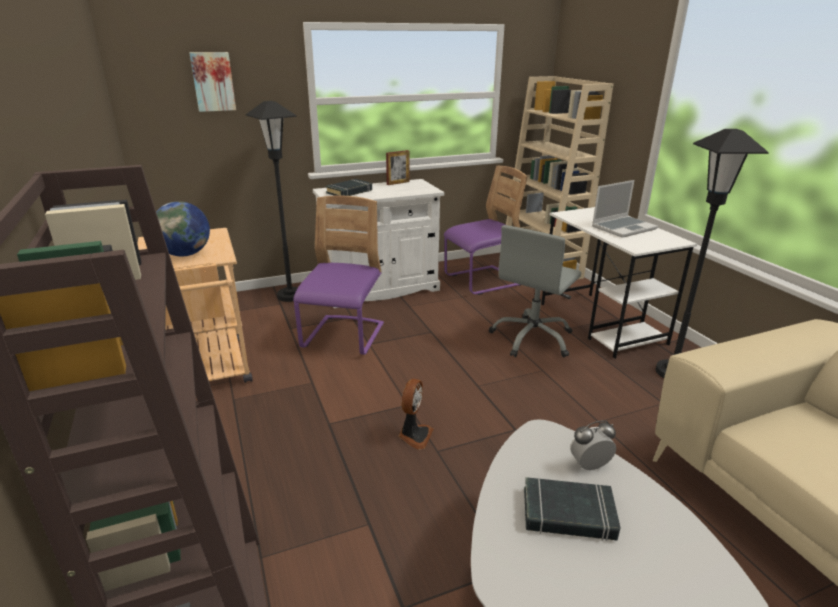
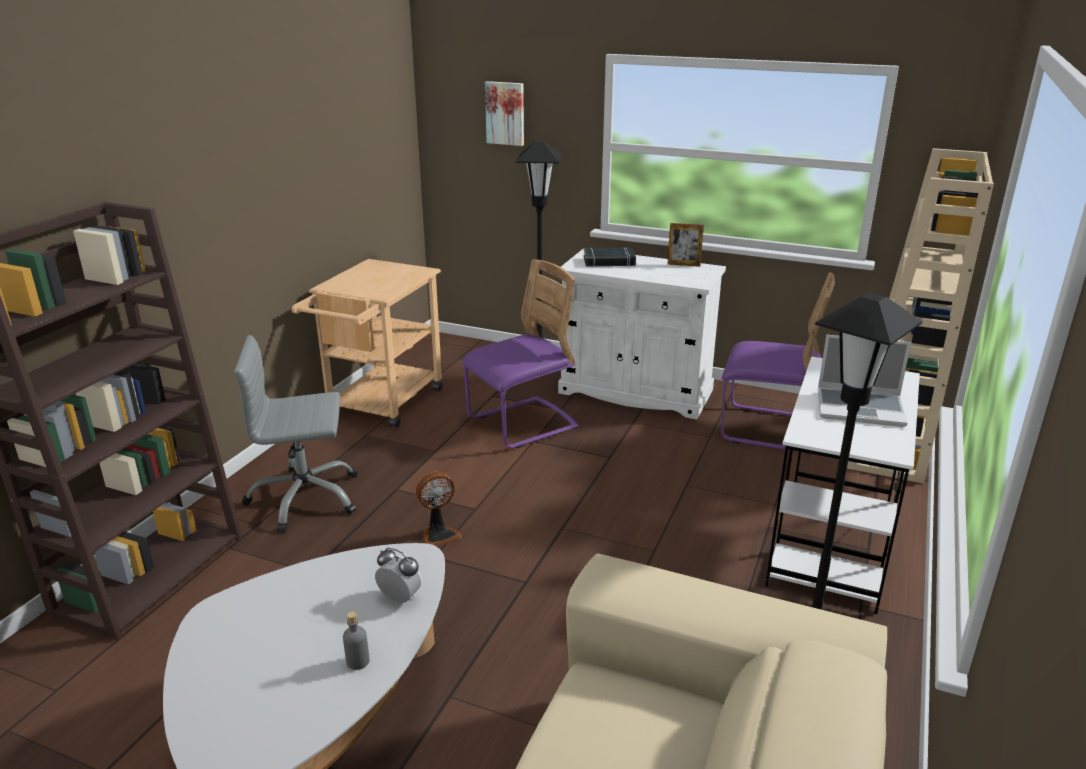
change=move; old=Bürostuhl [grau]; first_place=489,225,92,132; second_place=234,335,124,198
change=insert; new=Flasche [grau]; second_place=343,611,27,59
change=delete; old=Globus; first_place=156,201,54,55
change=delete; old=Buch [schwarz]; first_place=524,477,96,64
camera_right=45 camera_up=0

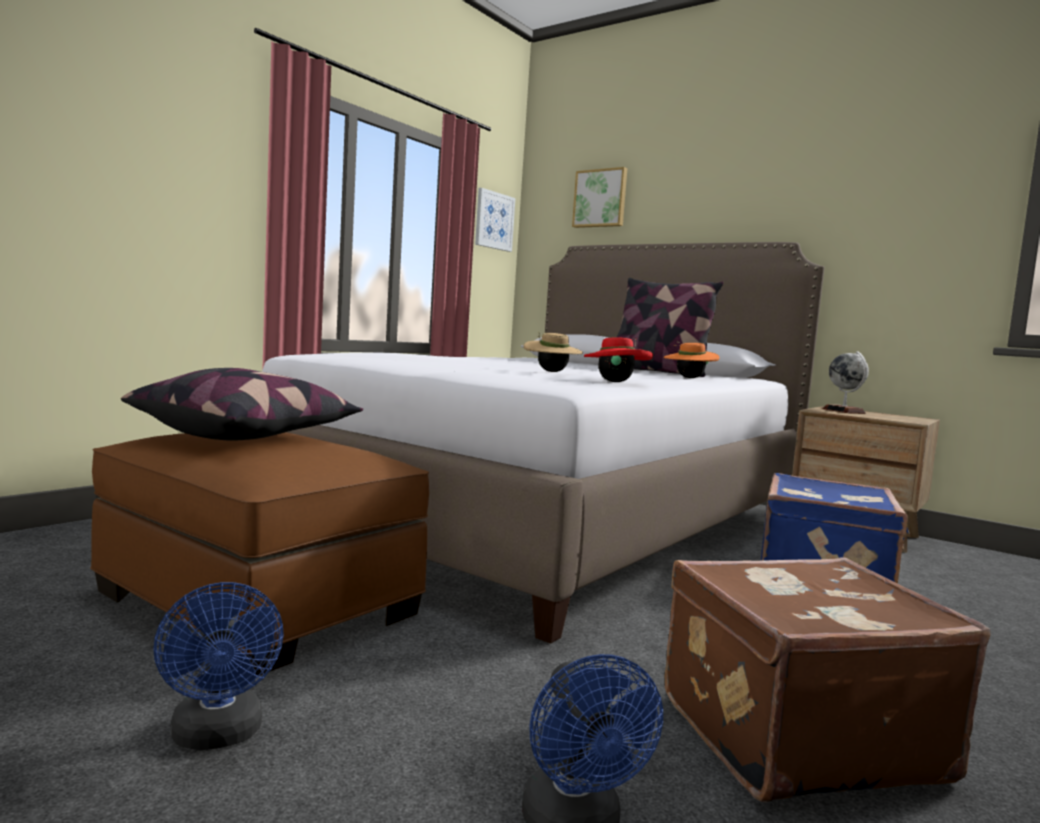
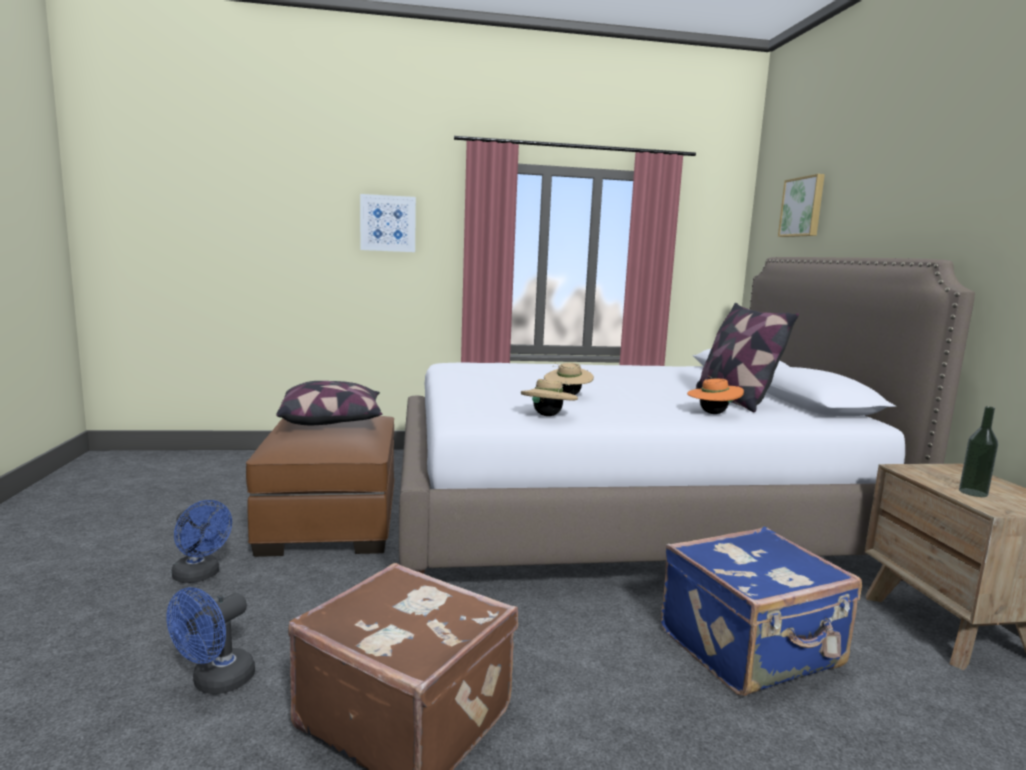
change=rotate; old=Ventilator [blau]; first_place=153,582,131,168; second_place=171,500,61,83; degrees=-75
change=move; old=Bild; first_place=475,188,40,64; second_place=360,194,56,58
change=recolor; old=Hut [rot]; new=Hut [beige]; first_place=584,337,69,45; second_place=521,379,57,37
change=insert; new=Flasche; second_place=959,406,39,91
change=delete; old=Globus; first_place=823,351,46,63
camera_right=45 camera_up=5

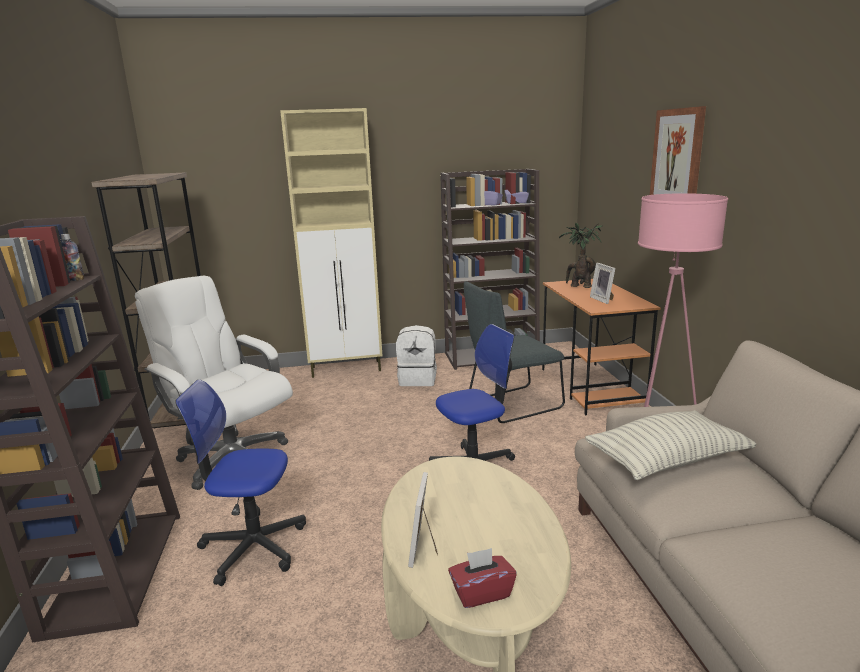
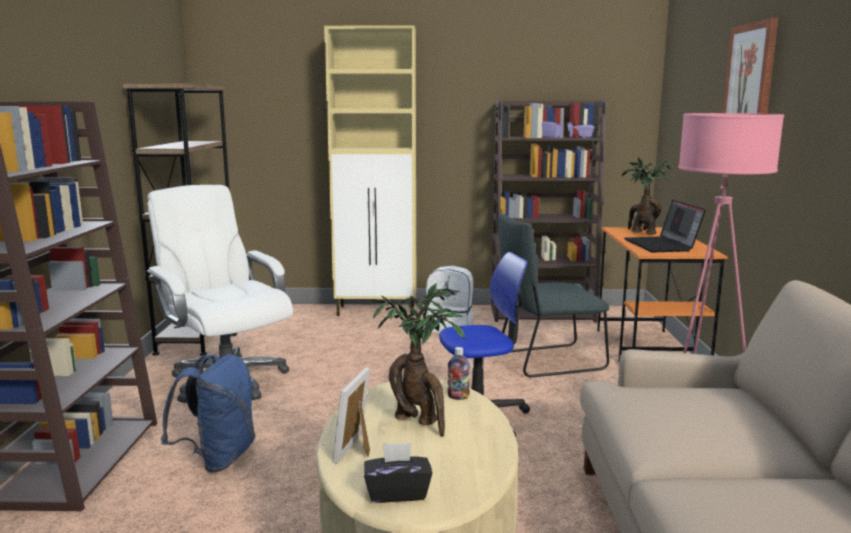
change=replace; old=Bürostuhl; new=Rucksack [blau]; first_place=175,380,131,206; second_place=161,354,94,119
change=recolor; old=Taschentuchbox [rot]; new=Taschentuchbox [schwarz]; first_place=448,548,69,60; second_place=364,443,69,60
change=insert; new=Topfpflanze; second_place=372,283,93,154
change=move; old=Flasche; first_place=61,234,24,47; second_place=447,347,23,53
change=replace; old=Bilderrahmen; new=Laptop; first_place=590,263,25,41; second_place=624,200,82,52
change=delete; old=Kissen; first_place=585,410,171,70
camera_right=10 camera_up=-5

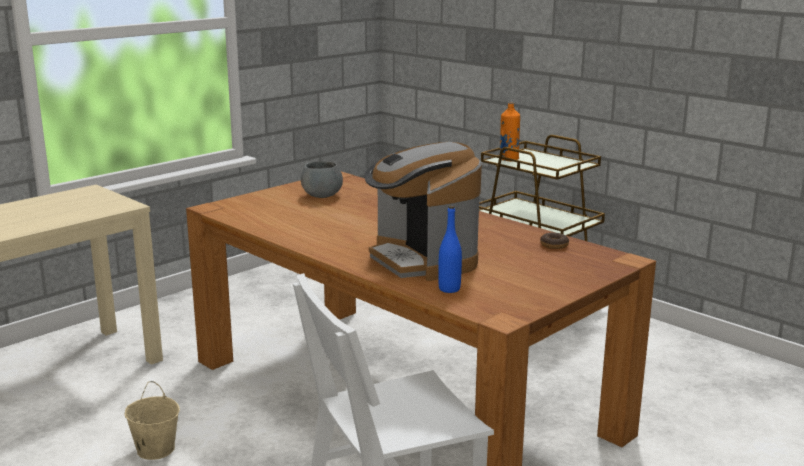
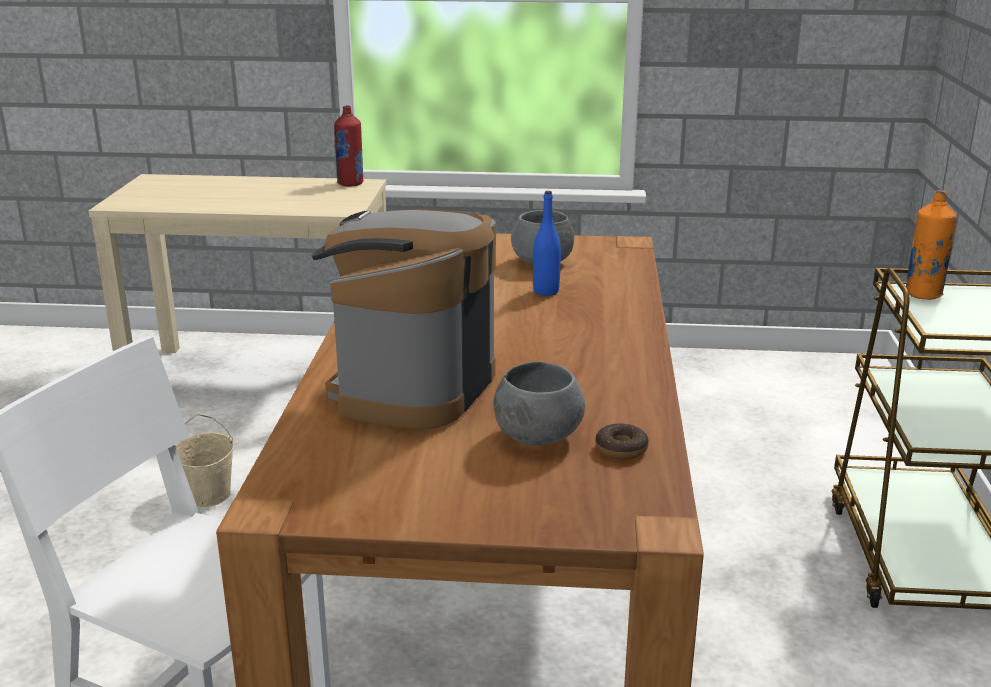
change=insert; new=Flasche [rot]; second_place=334,105,29,82
change=insert; new=Schüssel [grau]; second_place=494,361,91,85
change=move; old=Flasche [blau]; first_place=438,206,24,87; second_place=533,191,28,105
camera_right=50 camera_up=5

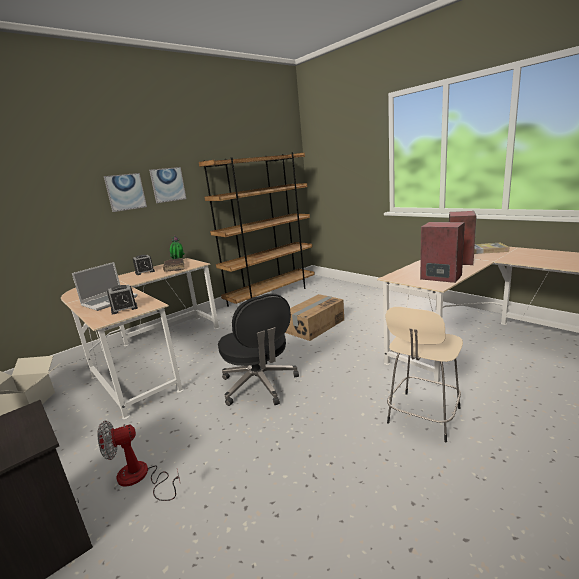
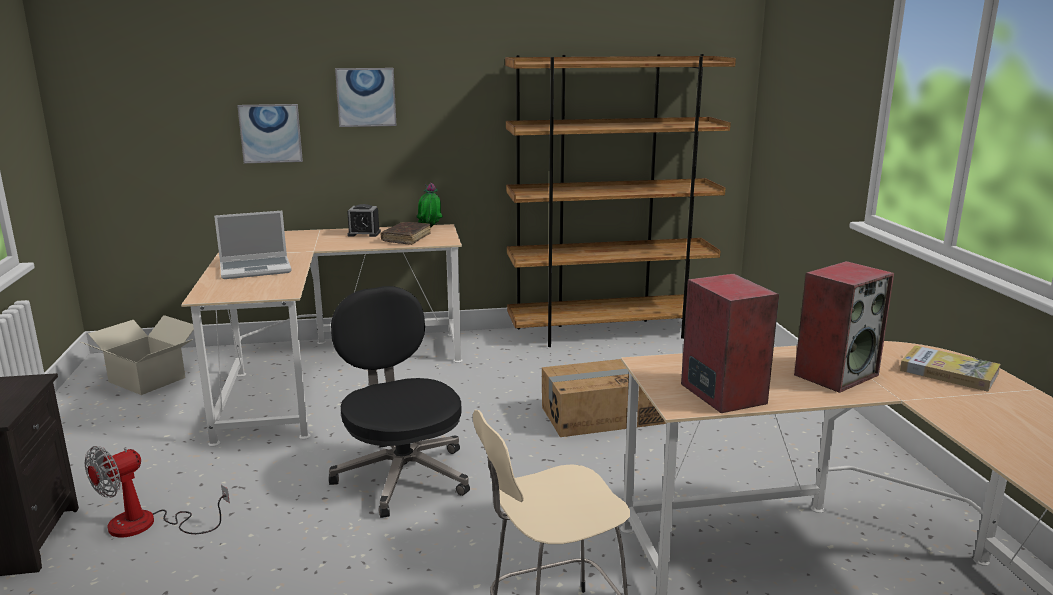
change=rotate; old=Ventilator; first_place=97,421,84,80; second_place=85,446,145,91; degrees=-60
change=move; old=Bild; first_place=149,167,37,36; second_place=237,104,66,59
change=rotate; old=Bürostuhl [schwarz]; first_place=218,293,81,113; second_place=329,286,141,232; degrees=150
change=delete; old=Wecker; first_place=107,285,31,30
camera_right=30 camera_up=0

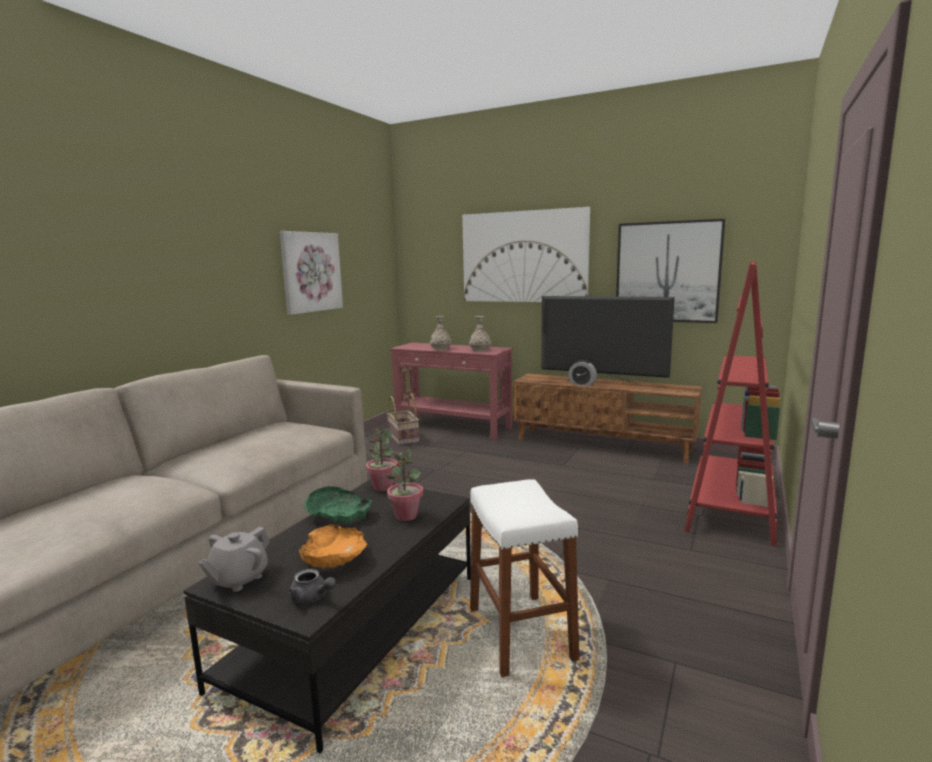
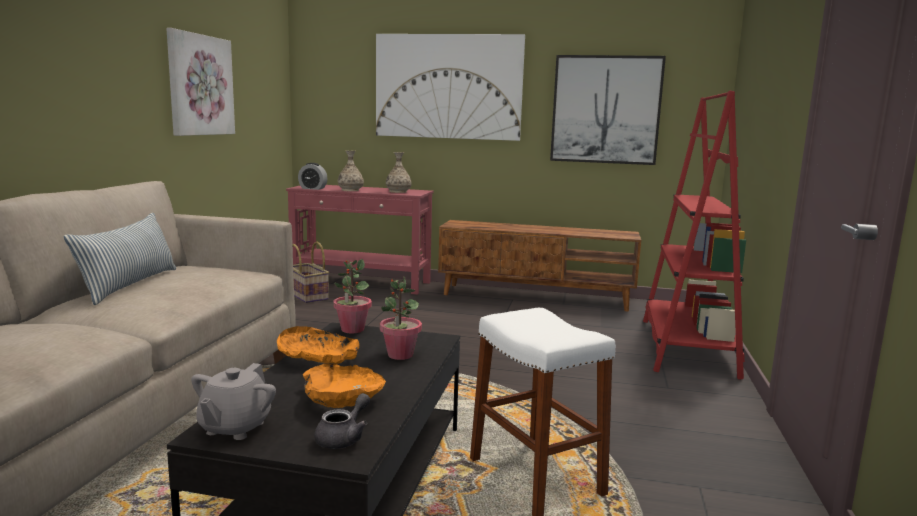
change=insert; new=Kissen; second_place=64,213,112,92
change=recolor; old=Schüssel [grün]; new=Schüssel [orange]; first_place=304,486,68,37; second_place=277,326,82,38
change=move; old=Wecker; first_place=569,360,28,26; second_place=298,163,30,27
change=rotate; old=Teekanne [grau]; first_place=289,569,47,34; second_place=314,393,56,56; degrees=-75
change=delete; old=Fernseher; first_place=541,296,134,90
camera_right=-15 camera_up=0

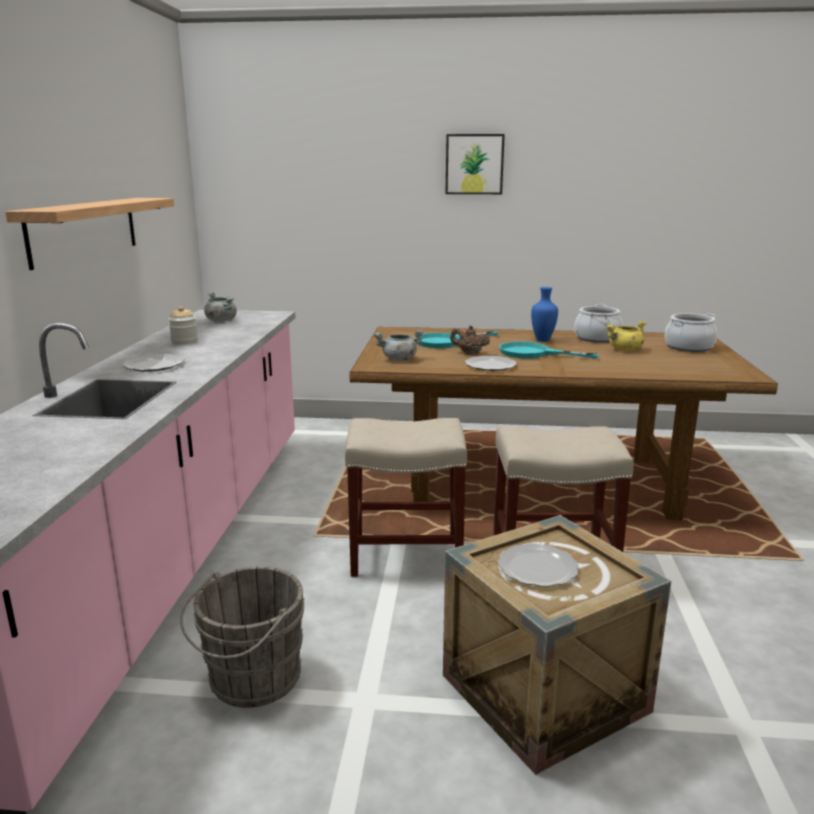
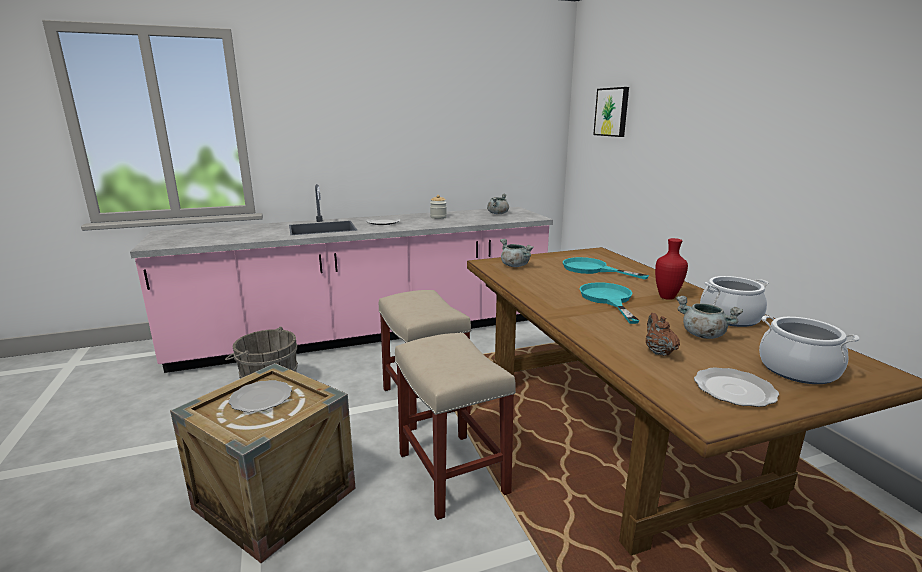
change=move; old=Bild; first_place=446,134,59,60; second_place=593,87,36,50
change=move; old=Teekanne [braun]; first_place=450,326,40,29; second_place=646,313,34,43
change=recolor; old=Vase [blau]; new=Vase [rot]; first_place=531,287,27,55; second_place=655,238,33,62
change=recolor; old=Kochtopf [gelb]; new=Kochtopf [grau]; first_place=606,321,40,30; second_place=676,296,67,43
change=move; old=Teller; first_place=465,356,52,15; second_place=694,367,85,40
change=delete; old=Wandregal; first_place=5,198,169,72
camera_right=65 camera_up=0

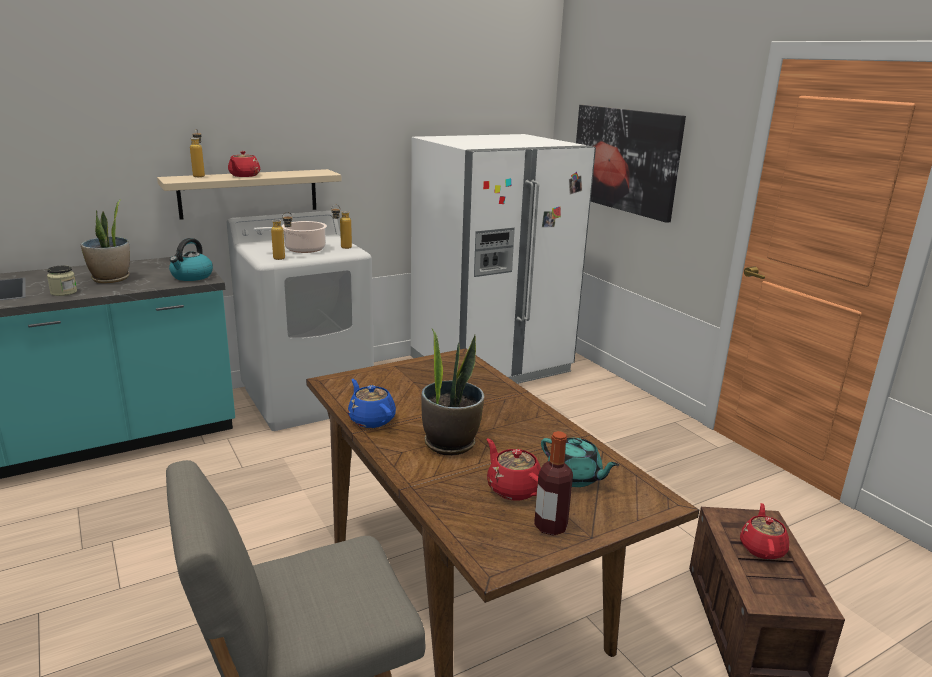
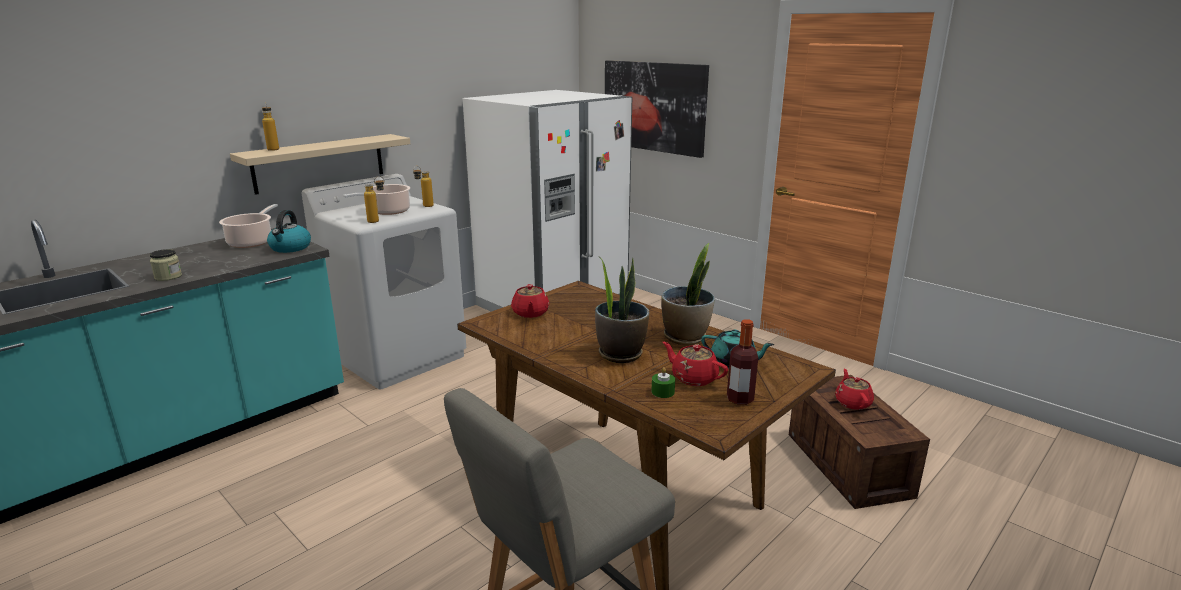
change=insert; new=Kochtopf; second_place=219,204,59,44
change=move; old=Teekanne [rot]; first_place=228,151,32,26; second_place=511,284,38,34
change=insert; new=Kerze [grün]; second_place=651,367,24,31
change=move; old=Topfpflanze; first_place=80,199,50,84; second_place=661,243,54,102
change=delete; old=Teekanne [blau]; first_place=347,379,49,49
camera_right=-15 camera_up=0

